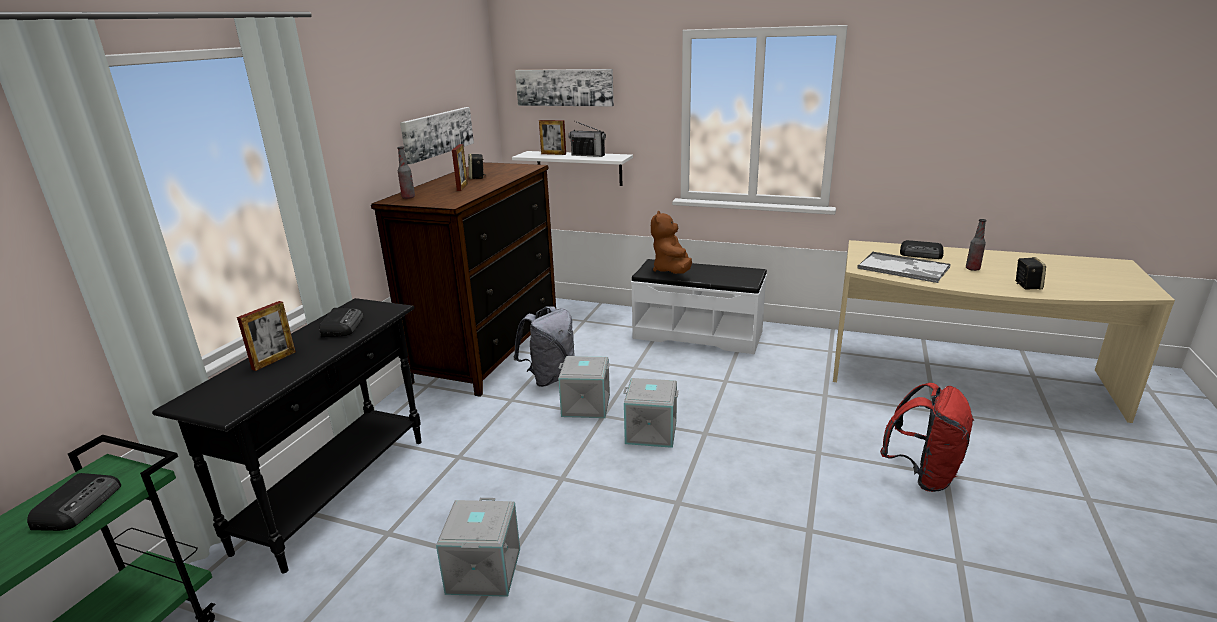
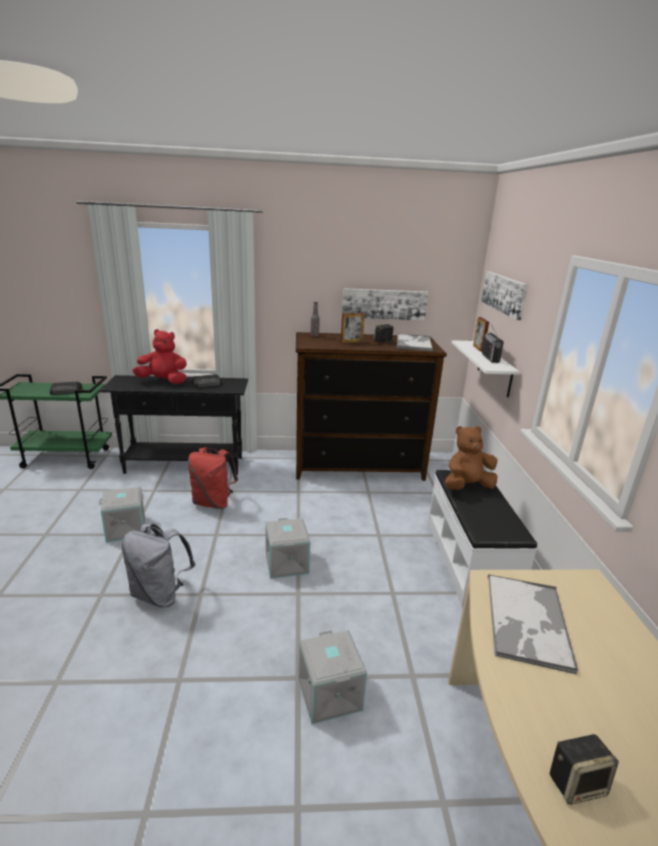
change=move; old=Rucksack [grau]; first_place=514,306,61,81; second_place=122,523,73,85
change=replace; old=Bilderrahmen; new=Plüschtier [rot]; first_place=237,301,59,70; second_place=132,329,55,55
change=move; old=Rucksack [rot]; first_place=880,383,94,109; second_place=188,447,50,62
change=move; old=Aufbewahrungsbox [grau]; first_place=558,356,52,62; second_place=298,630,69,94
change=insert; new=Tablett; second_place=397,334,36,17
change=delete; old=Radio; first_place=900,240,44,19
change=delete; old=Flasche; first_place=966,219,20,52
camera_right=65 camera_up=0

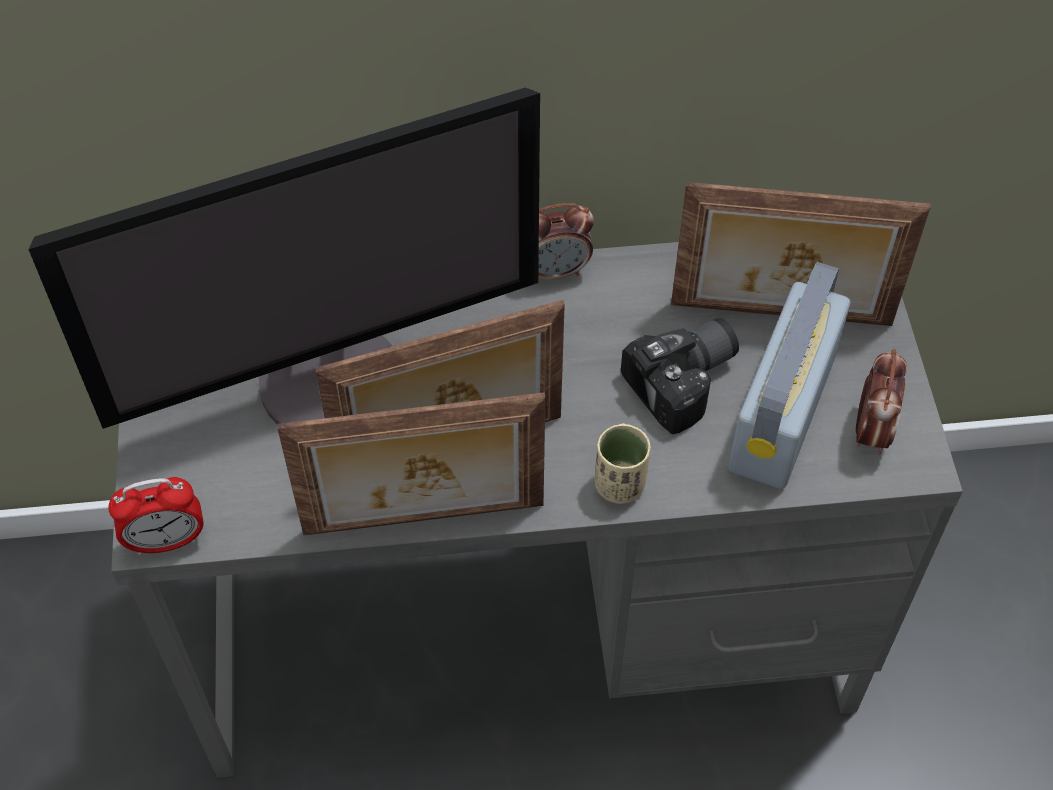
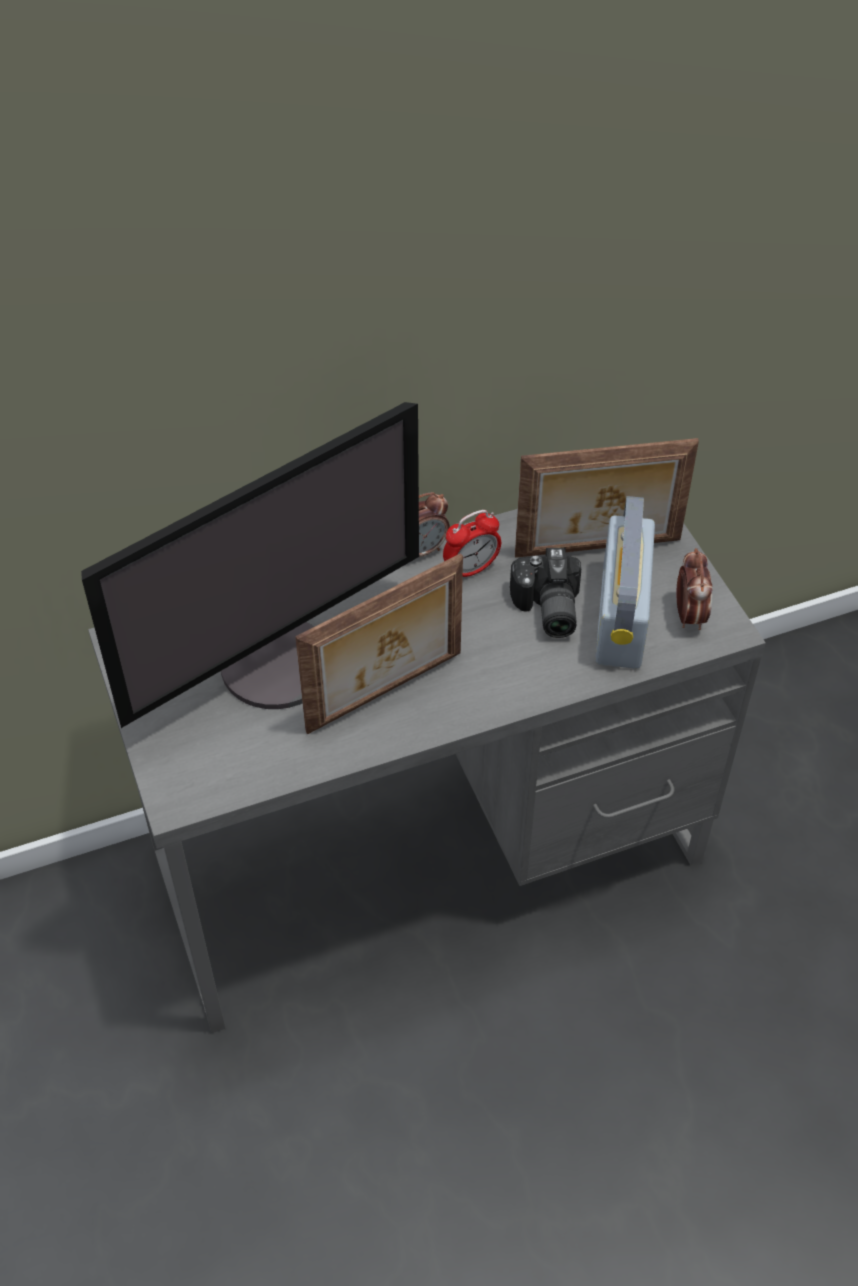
change=move; old=Wecker; first_place=108,477,96,78; second_place=443,510,58,67
change=rotate; old=Kamera; first_place=621,318,118,116; second_place=510,548,71,90; degrees=135
change=delete; old=Bilderrahmen; first_place=277,392,268,143
change=delete; old=Tasse [beige]; first_place=595,423,55,81
camera_right=-15 camera_up=-5

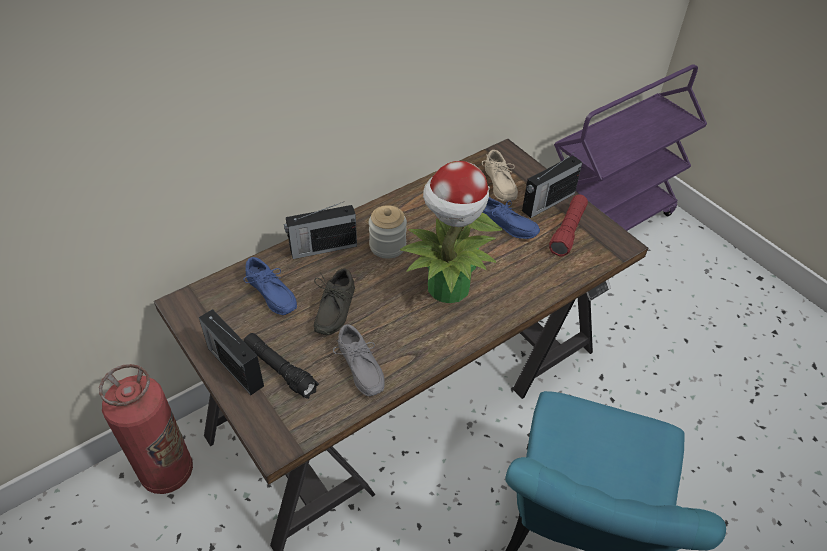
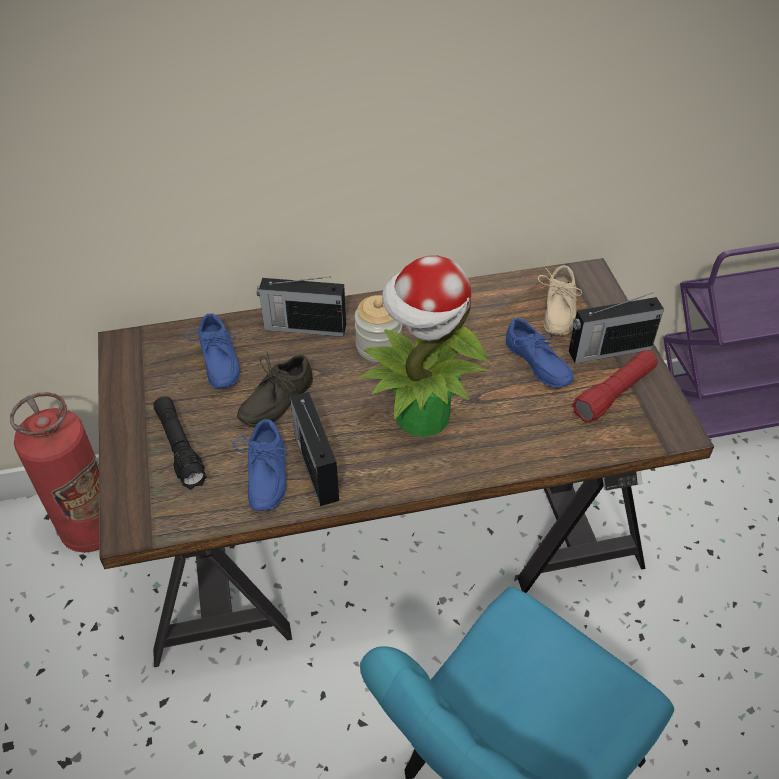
change=recolor; old=Schuh [grau]; new=Schuh [blau]; first_place=333,324,52,72; second_place=233,419,55,92
change=move; old=Radio; first_place=199,309,65,86; second_place=290,392,49,114
camera_right=25 camera_up=0

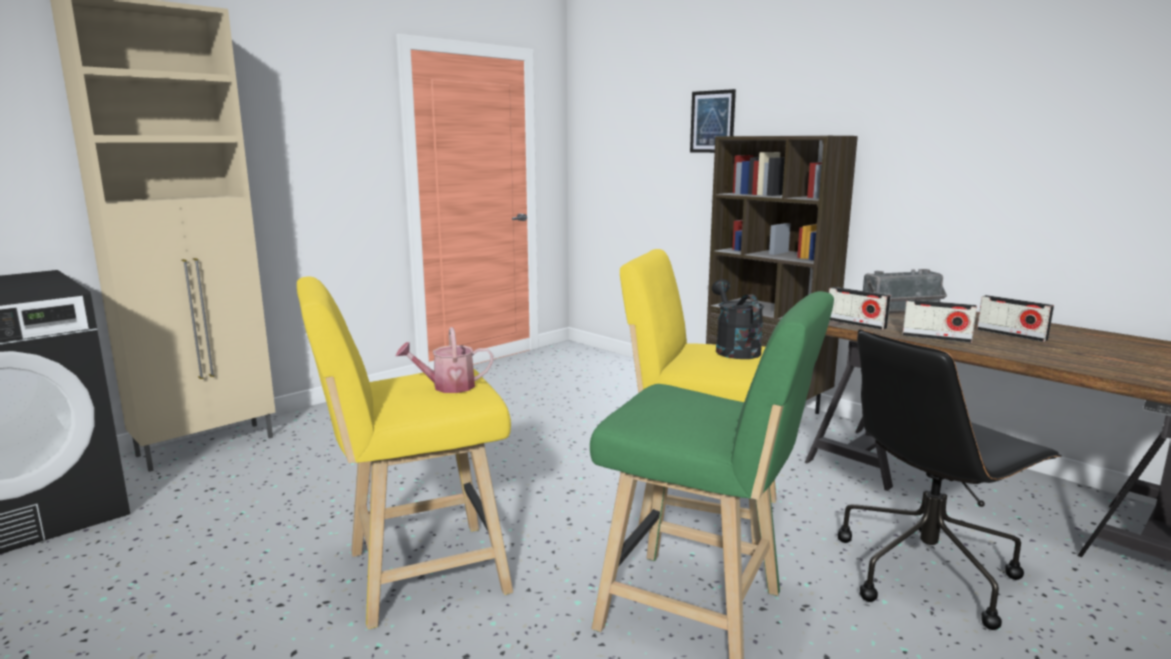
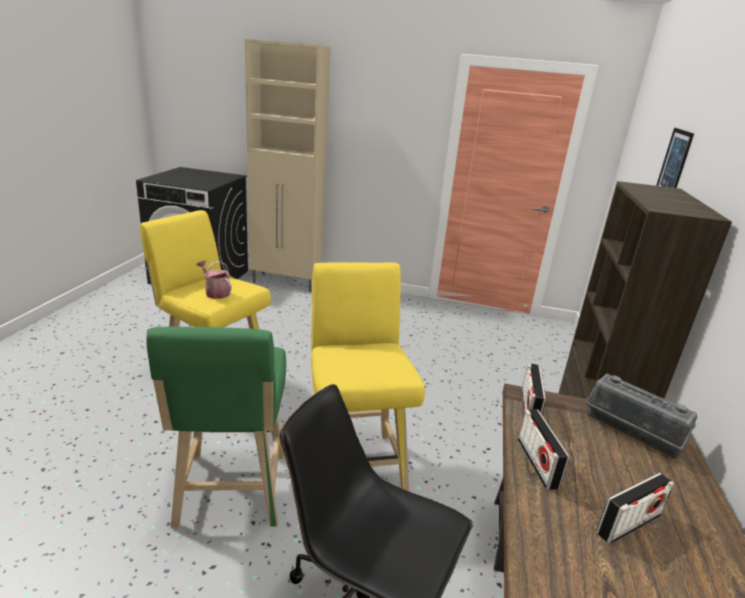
change=rotate; old=Radio; first_place=977,295,77,47; second_place=596,473,78,71; degrees=-135
change=delete; old=Gießkanne [schwarz]; first_place=712,279,52,80
camera_right=55 camera_up=10

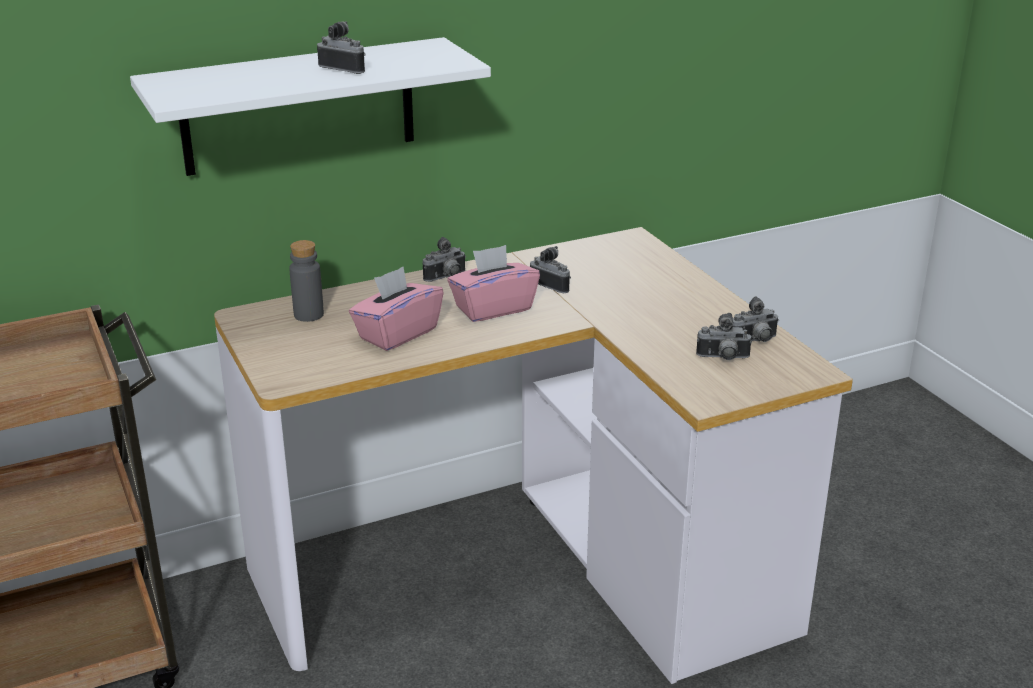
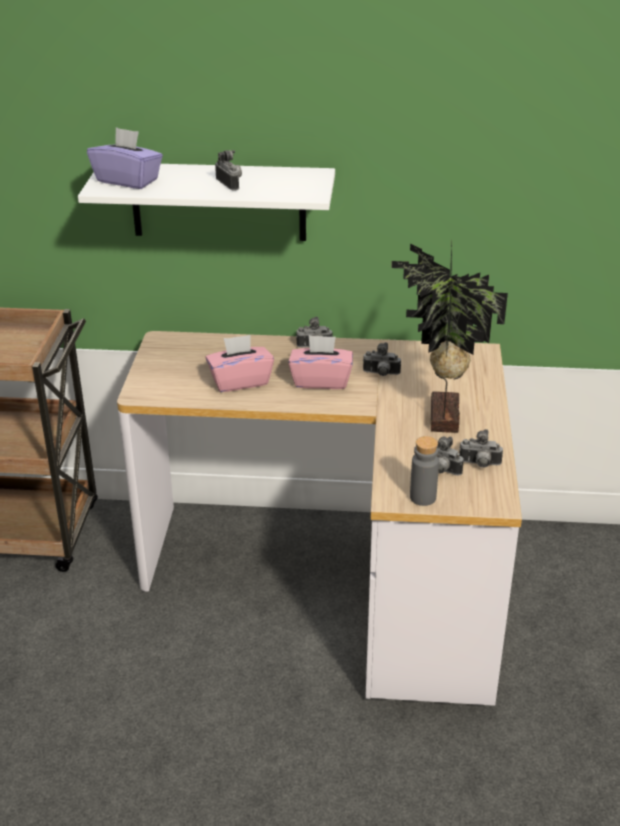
change=insert; new=Taschentuchbox [lila]; second_place=87,127,76,62
change=rotate; old=Kamera; first_place=530,246,41,47; second_place=363,342,38,34; degrees=120
change=insert; new=Topfpflanze; second_place=391,243,117,190
change=move; old=Flasche [grau]; first_place=289,240,35,82; second_place=410,436,29,70
camera_right=30 camera_up=5

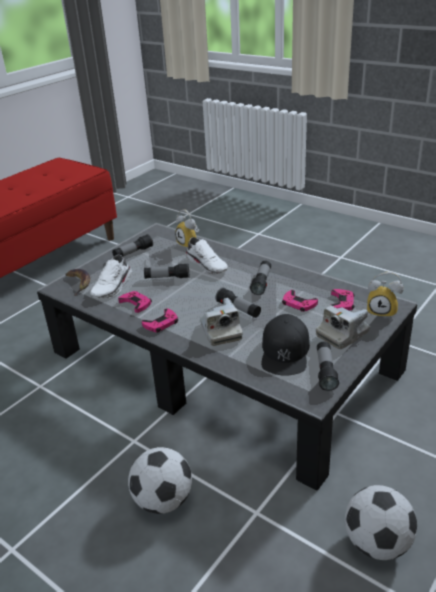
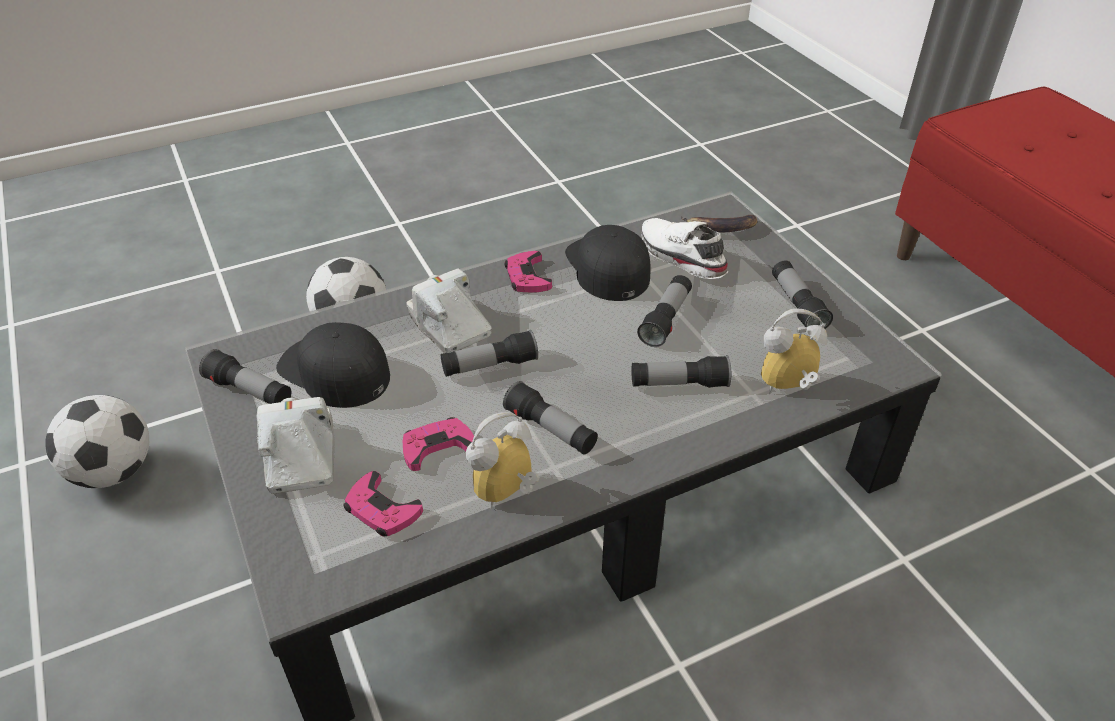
change=rotate; old=Kamera; first_place=200,298,43,48; second_place=406,269,86,84; degrees=45
change=move; old=Wecker; first_place=367,272,37,47; second_place=466,412,73,98
change=replace; old=Gamepad [rosa]; new=Kappe [schwarz]; first_place=118,291,34,22; second_place=565,225,85,76
change=replace; old=Schuh [weiß]; new=Taschenlampe; first_place=186,237,42,37; second_place=631,355,100,33
camera_right=115 camera_up=10

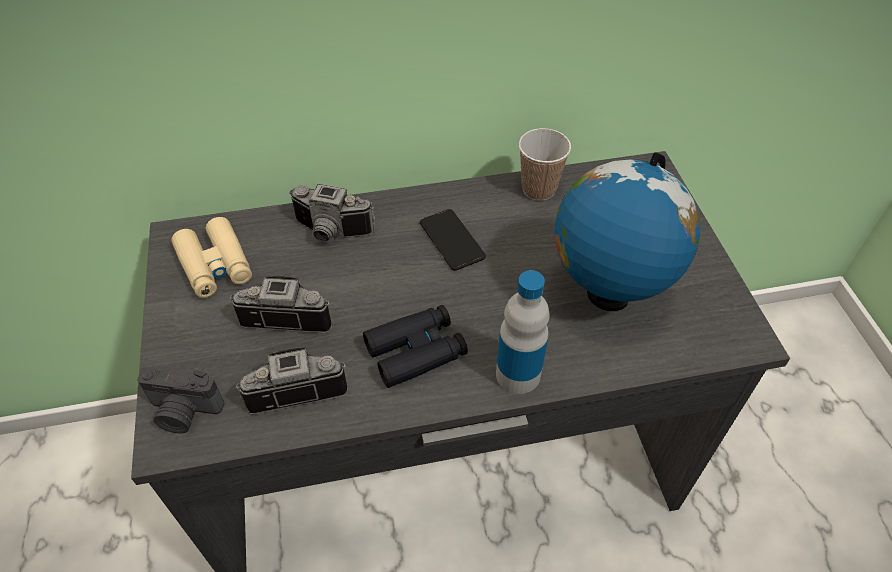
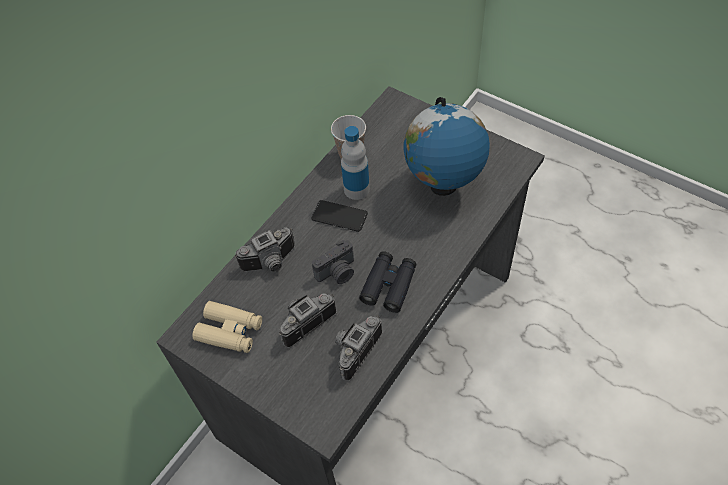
change=move; old=Kamera; first_place=137,368,88,65; second_place=312,240,42,44
change=move; old=Flasche; first_place=496,270,54,124; second_place=341,126,29,74
camera_right=-40 camera_up=5

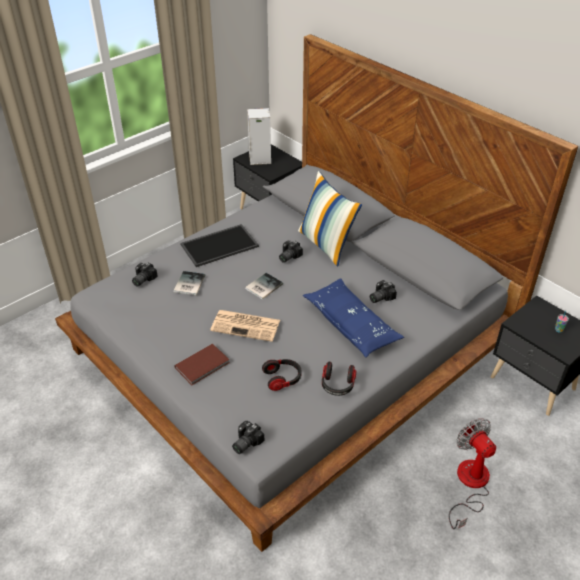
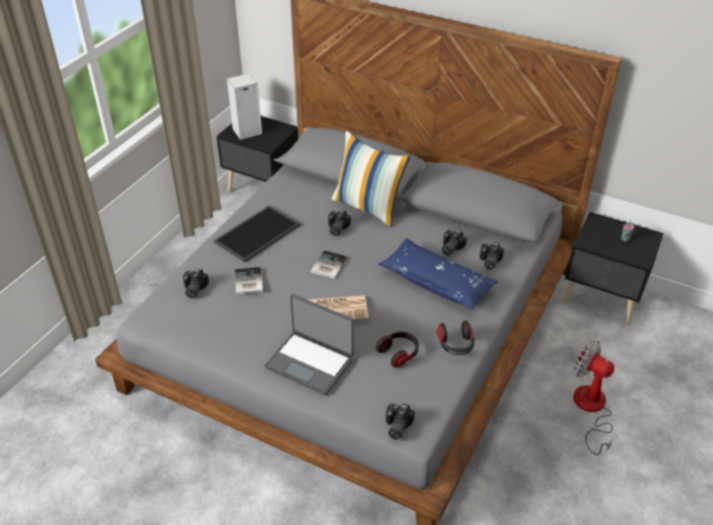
change=replace; old=Buch [braun]; new=Laptop; first_place=174,344,55,41; second_place=264,294,90,101
change=insert; new=Kamera; second_place=480,243,24,27
camera_right=-20 camera_up=0

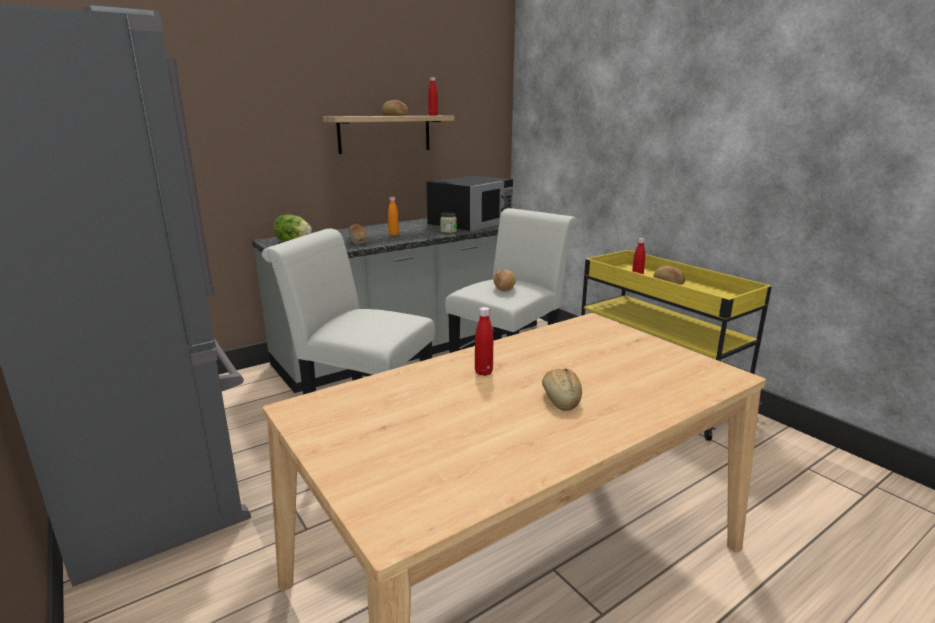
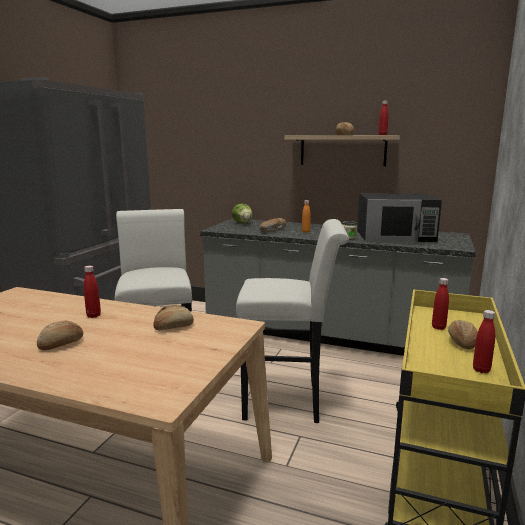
change=move; old=Brot; first_place=493,269,23,23; second_place=153,305,41,26
change=insert; new=Flasche [rot]; second_place=473,310,22,63
camera_right=55 camera_up=-5

